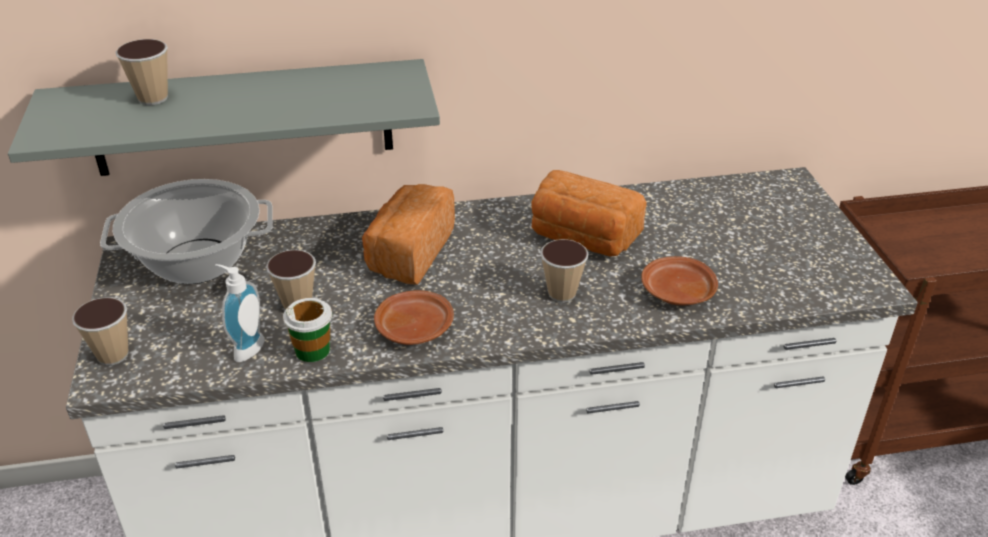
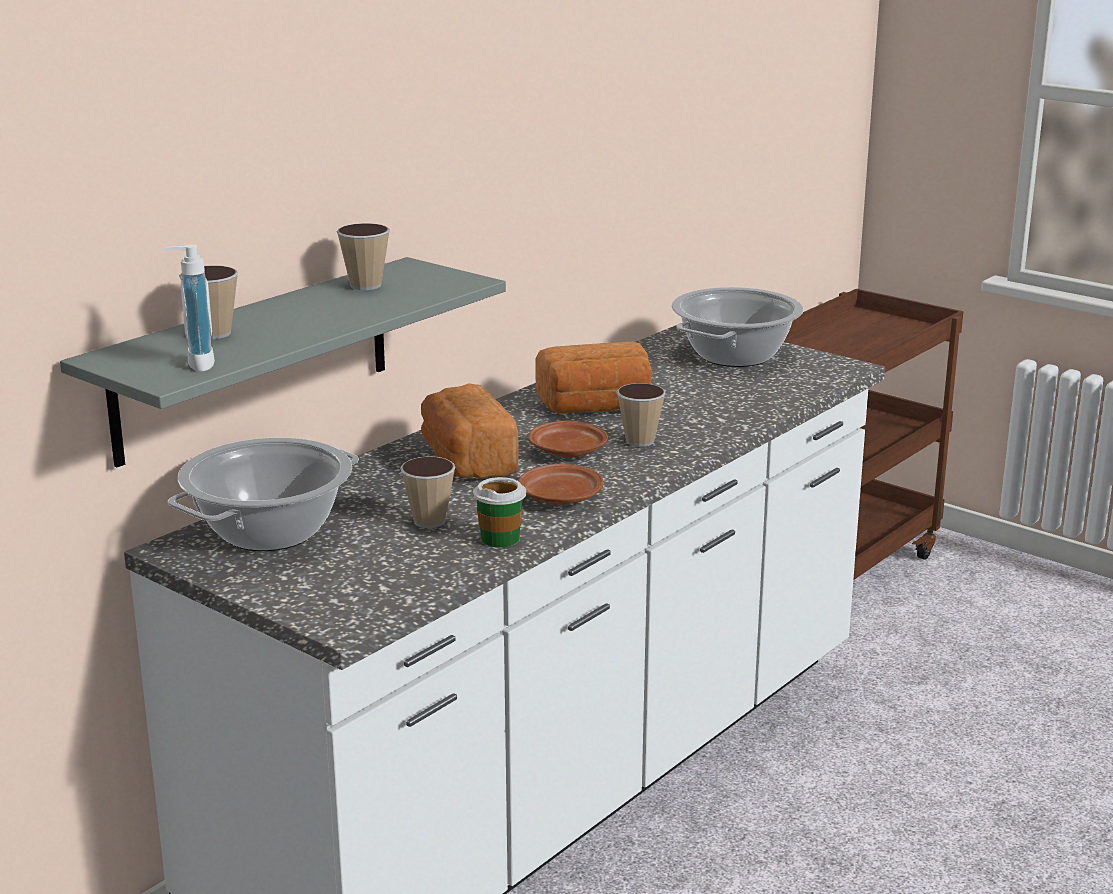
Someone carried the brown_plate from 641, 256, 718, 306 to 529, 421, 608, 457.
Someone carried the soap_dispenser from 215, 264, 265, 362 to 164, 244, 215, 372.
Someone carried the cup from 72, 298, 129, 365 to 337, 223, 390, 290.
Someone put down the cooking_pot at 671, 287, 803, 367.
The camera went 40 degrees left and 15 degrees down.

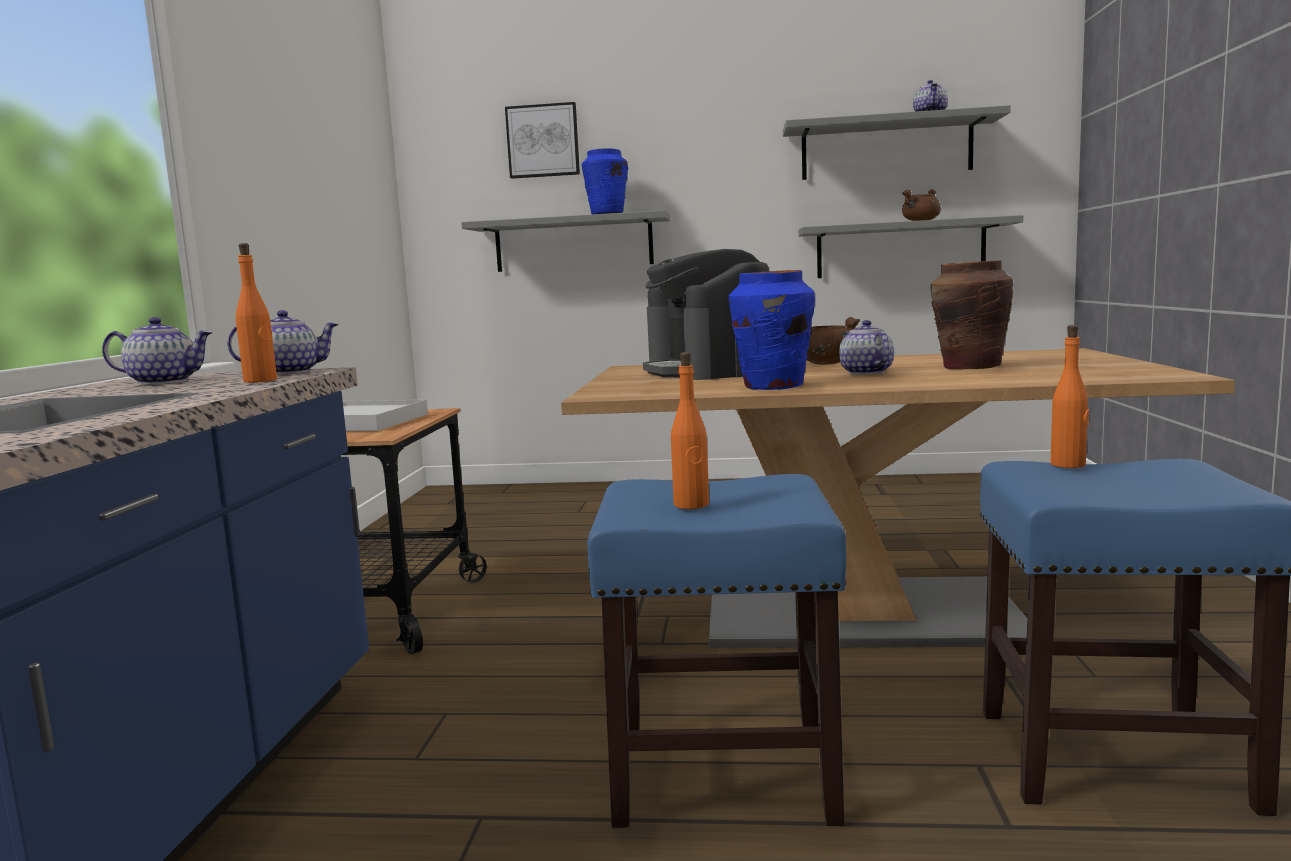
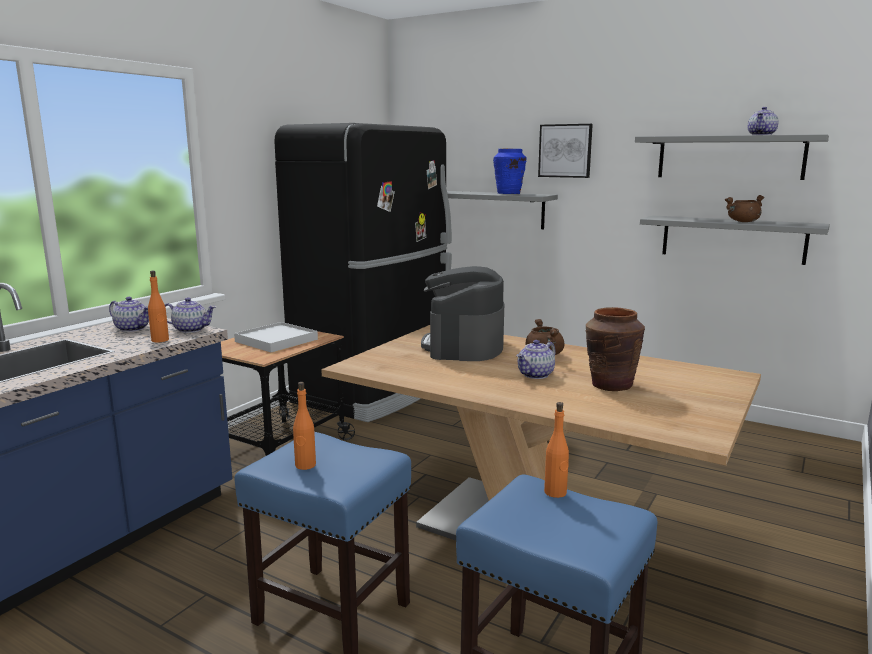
Someone carried the picture from 505, 102, 580, 179 to 538, 124, 593, 178.
Someone took away the blue_vase at 728, 270, 815, 390.
Someone rotated the teapot at 839, 320, 894, 375 by 150 degrees counterclockwise.
Someone put down the black_fridge at 274, 123, 452, 422.
The camera went 25 degrees right and 5 degrees up.

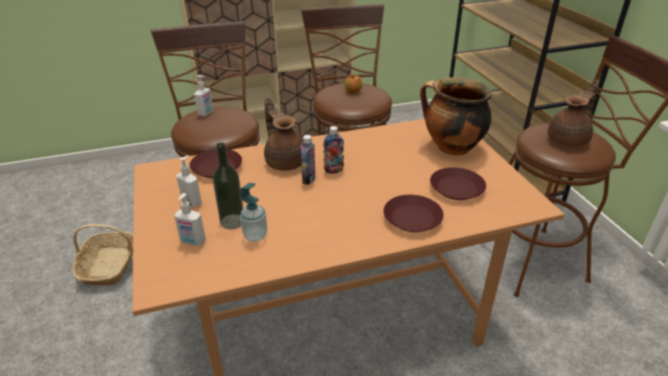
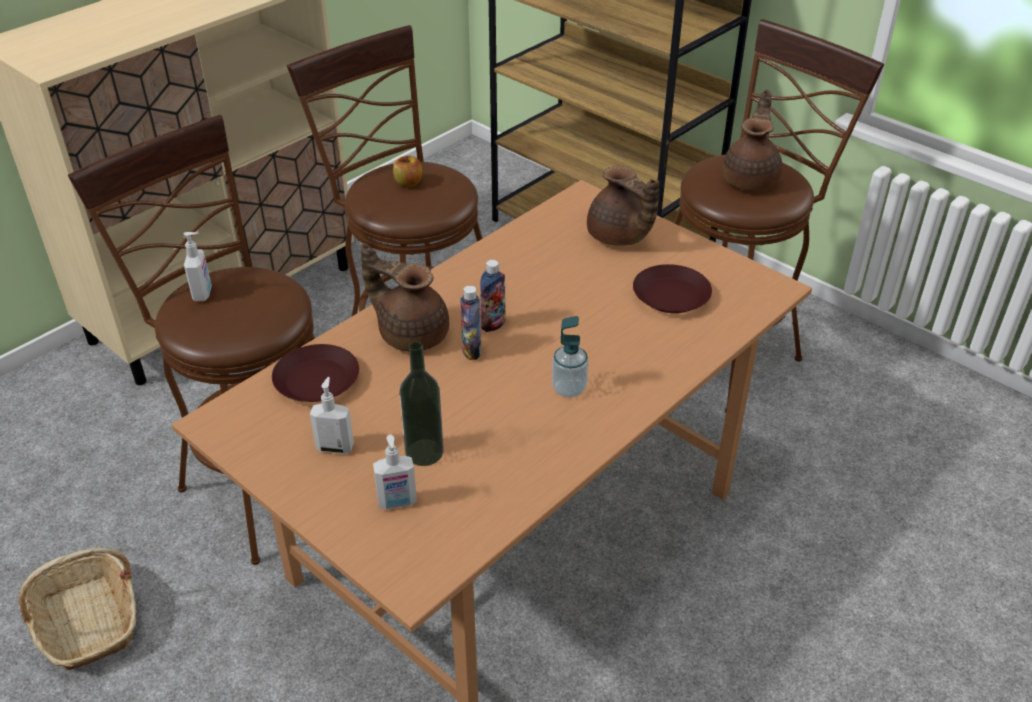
Someone swapped the cooking_pot at 420, 77, 492, 155 for the brown_teapot at 587, 166, 660, 246.
Someone carried the soap_dispenser from 240, 183, 268, 242 to 552, 316, 589, 398.
Someone took away the brown_plate at 383, 195, 444, 232.
The camera went 30 degrees left and 5 degrees up.

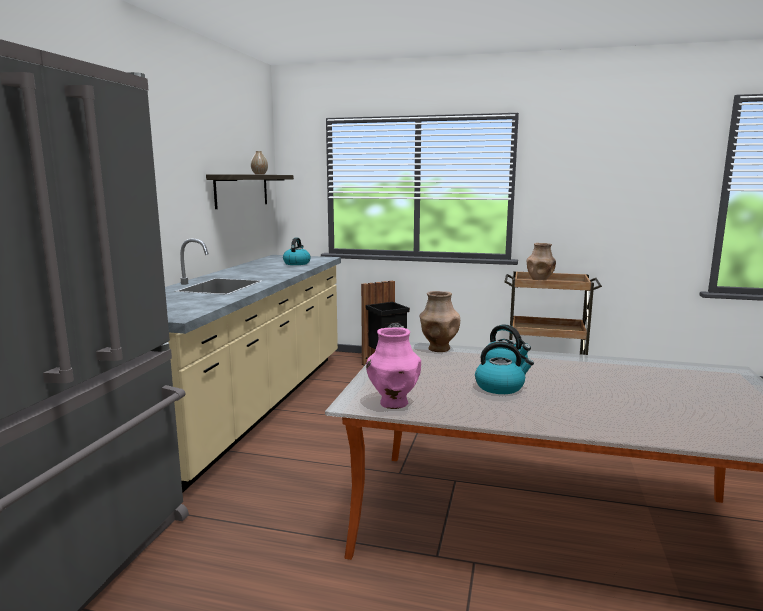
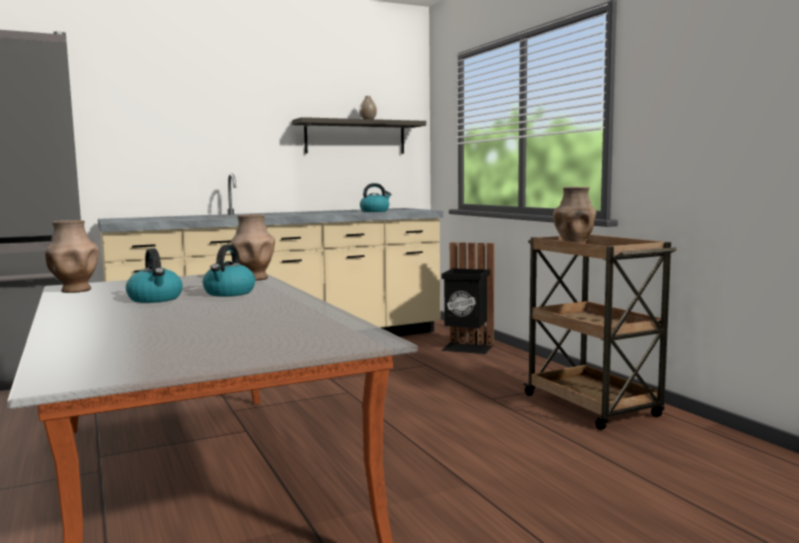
Someone repainted the pink_vase at 366, 327, 421, 409, which became the brown_vase at 45, 220, 99, 293.
The camera went 50 degrees right and 5 degrees down.

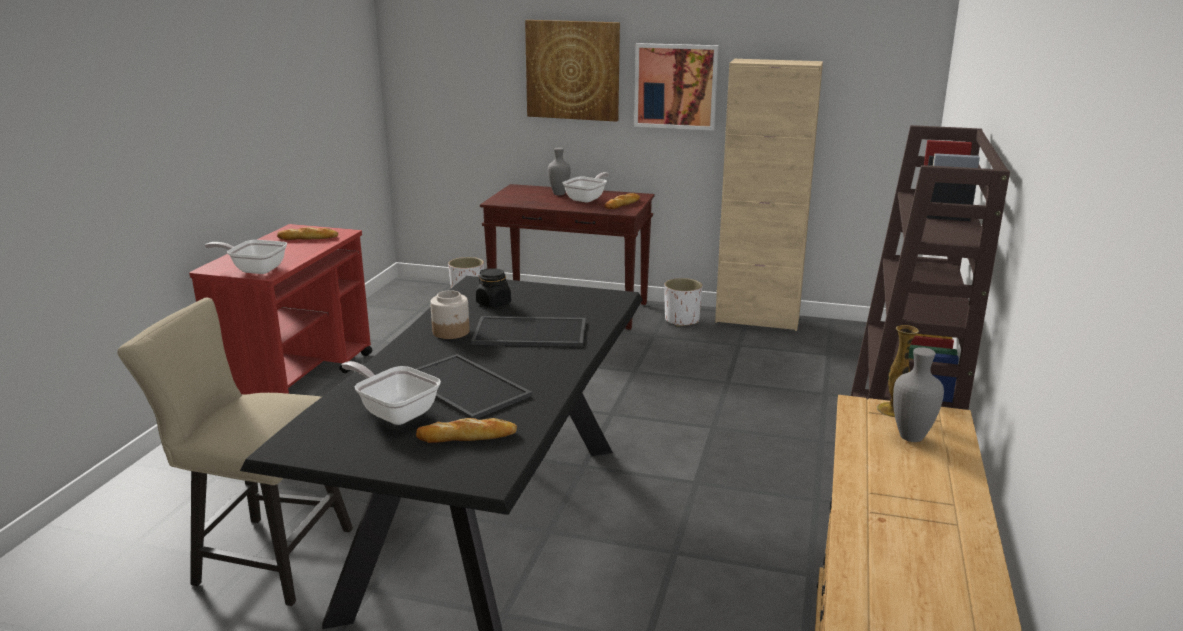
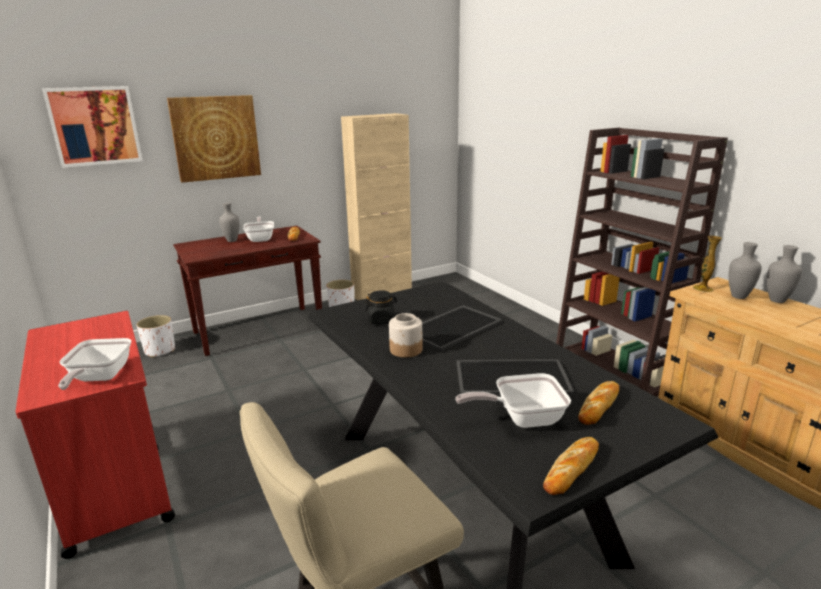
Someone carried the picture from 634, 43, 719, 131 to 42, 86, 143, 168.
Someone carried the bread from 277, 227, 338, 240 to 543, 437, 599, 495.
Someone rotated the frying_pan at 205, 240, 287, 274 by 60 degrees counterclockwise.
Someone put down the grey_vase at 767, 245, 802, 303.
The camera went 45 degrees left and 0 degrees up.

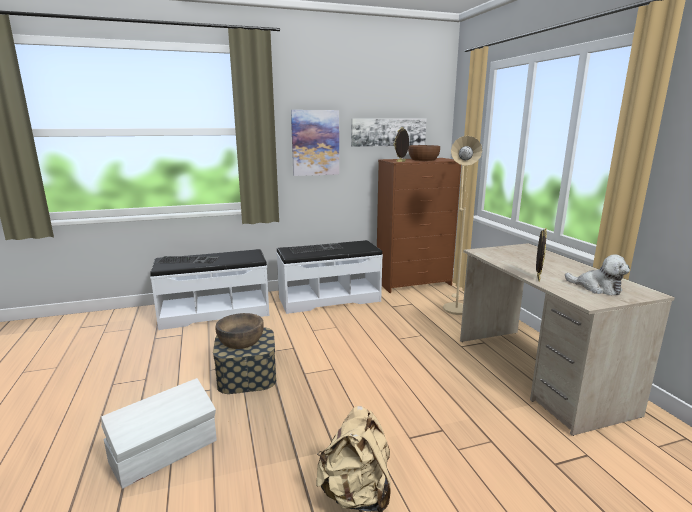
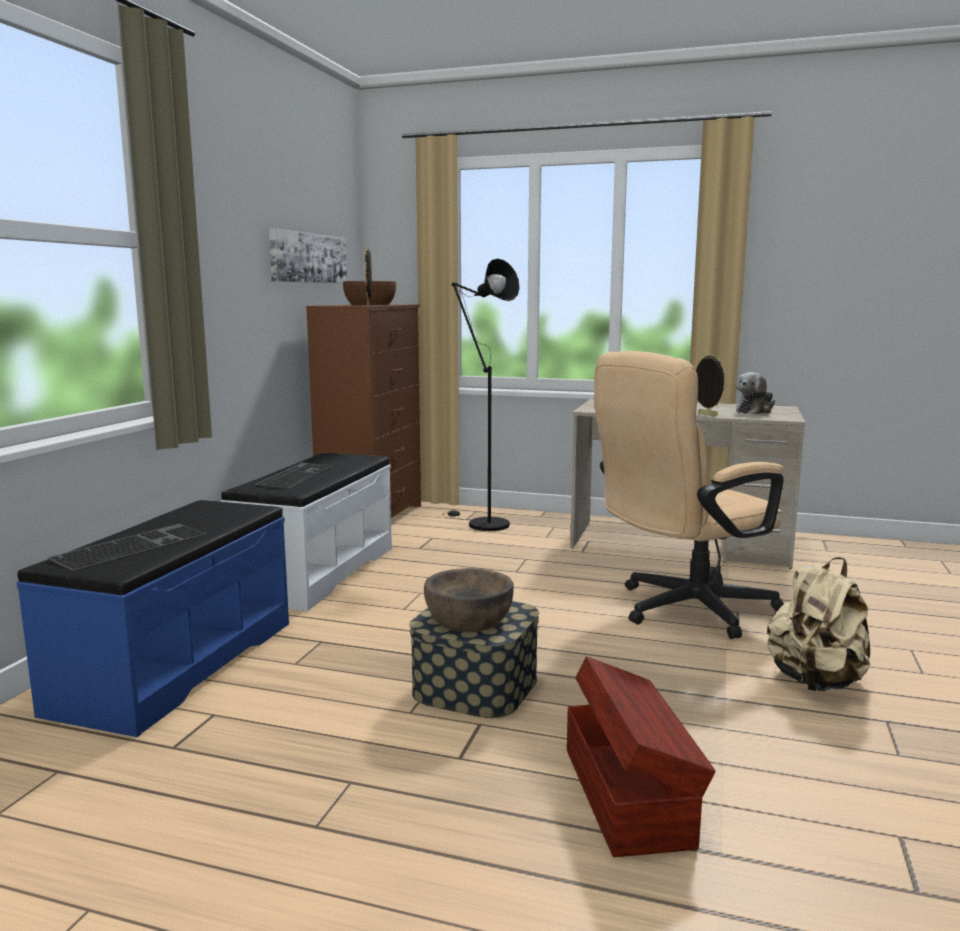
Someone took away the picture at 291, 110, 339, 176.
Someone repainted the beige_floor_lamp at 443, 136, 482, 315, which became the black_floor_lamp at 443, 259, 519, 531.
Someone repainted the white_bench at 150, 249, 269, 330, which became the blue_bench at 17, 500, 289, 737.
Someone rotated the plush_toy at 565, 254, 630, 295 by 150 degrees clockwise.
Someone repainted the white_storage_box at 101, 378, 217, 489, which became the brown_storage_box at 567, 656, 716, 857.
Someone put down the beige_office_chair at 594, 351, 784, 639.
The camera went 55 degrees left and 5 degrees down.

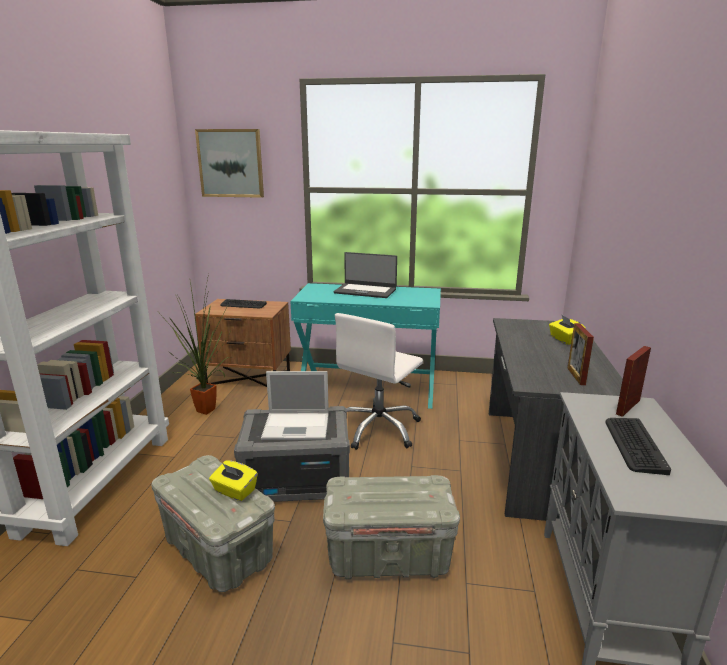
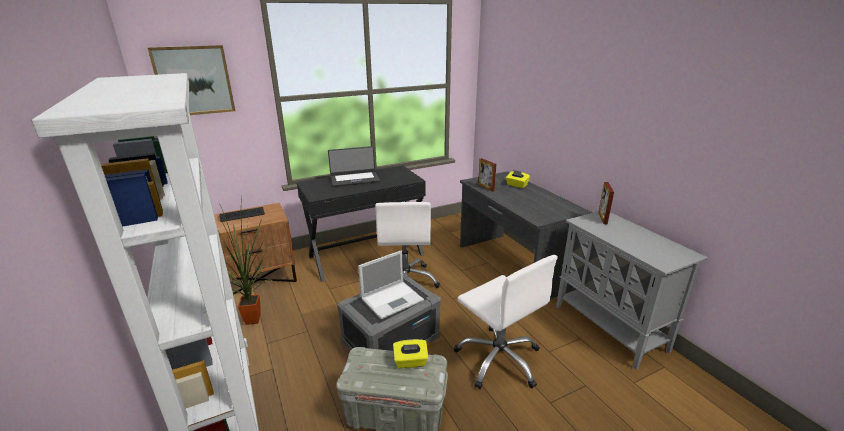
Someone repainted the turquoise_desk at 290, 283, 441, 409, which became the black_desk at 297, 165, 426, 282.
Someone carried the picture_frame from 567, 323, 594, 385 to 478, 158, 496, 192.
Someone took away the keyboard at 606, 418, 671, 475.
Someone swapped the grey_storage_box at 323, 475, 460, 580 for the white_office_chair at 454, 255, 558, 389.
The camera went 35 degrees left and 5 degrees up.

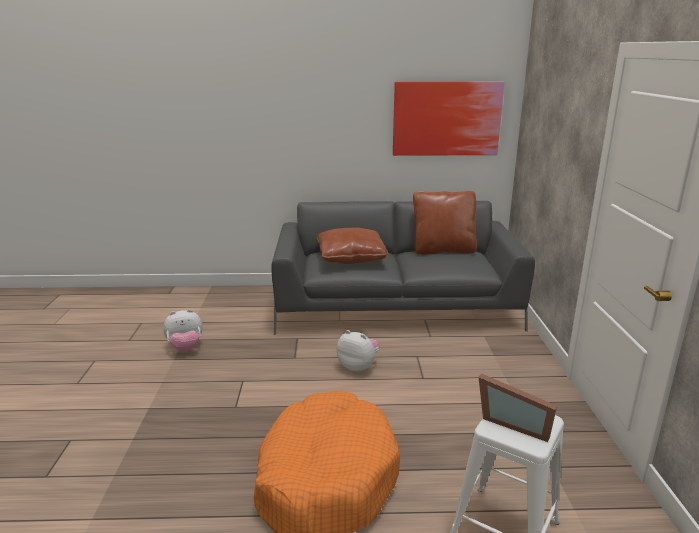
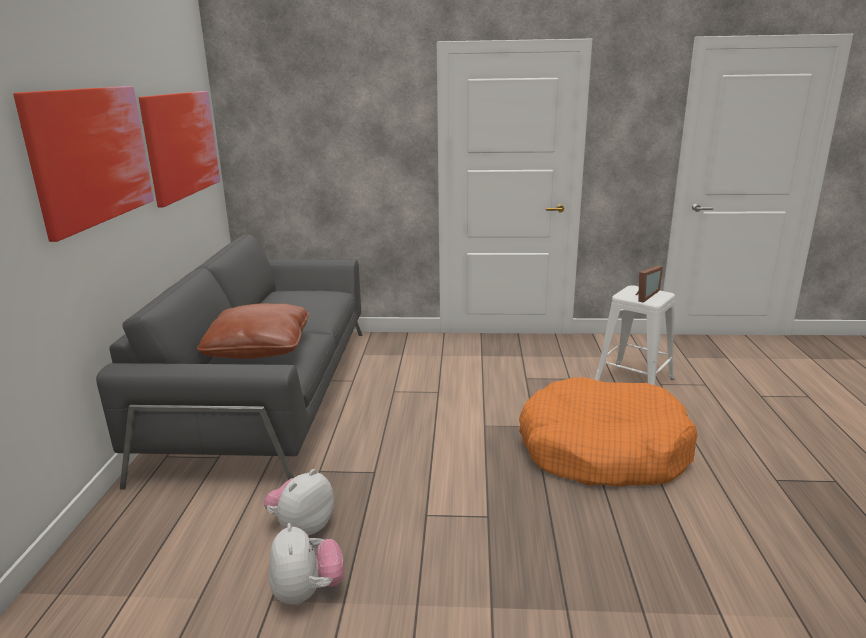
Someone took away the brown_pillow at 413, 191, 477, 255.
Someone carried the plush_toy from 336, 330, 379, 373 to 264, 469, 334, 536.
Someone put up the picture at 13, 86, 154, 242.
The camera went 85 degrees left and 0 degrees up.

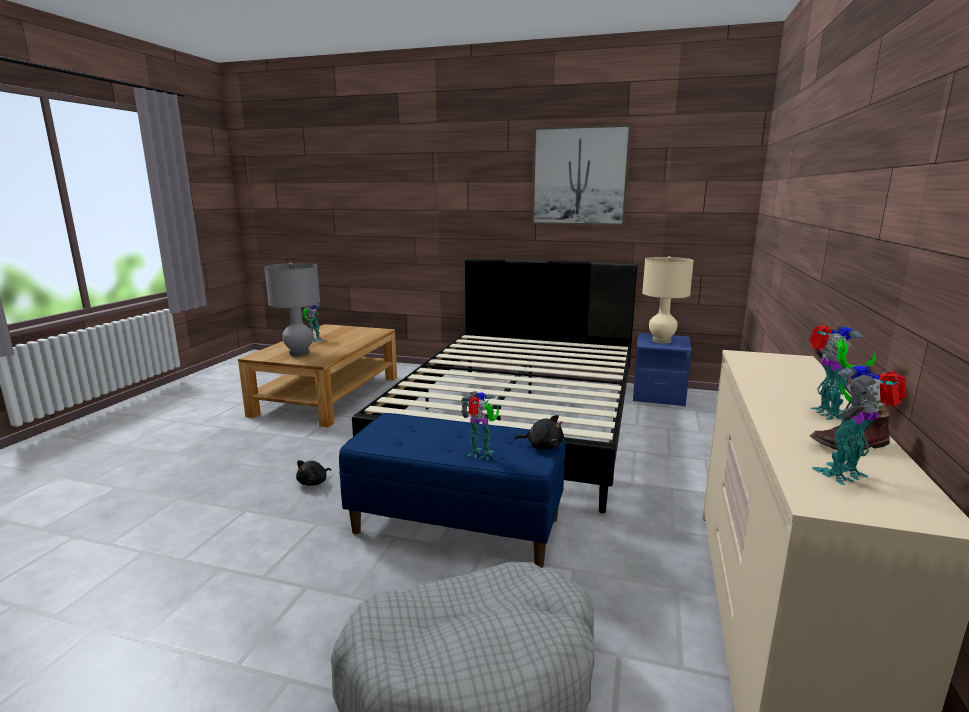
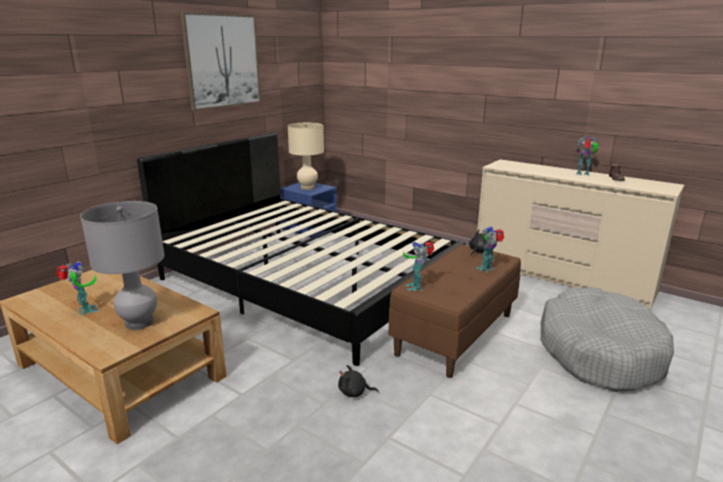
Someone carried the toy_robot from 812, 364, 907, 485 to 403, 241, 434, 291.
Someone repainted the blue_bench at 339, 413, 566, 568, which became the brown_bench at 389, 244, 521, 378.
Someone rotated the black_plush_toy at 296, 460, 331, 486 by 135 degrees clockwise.
The camera went 70 degrees left and 5 degrees up.

